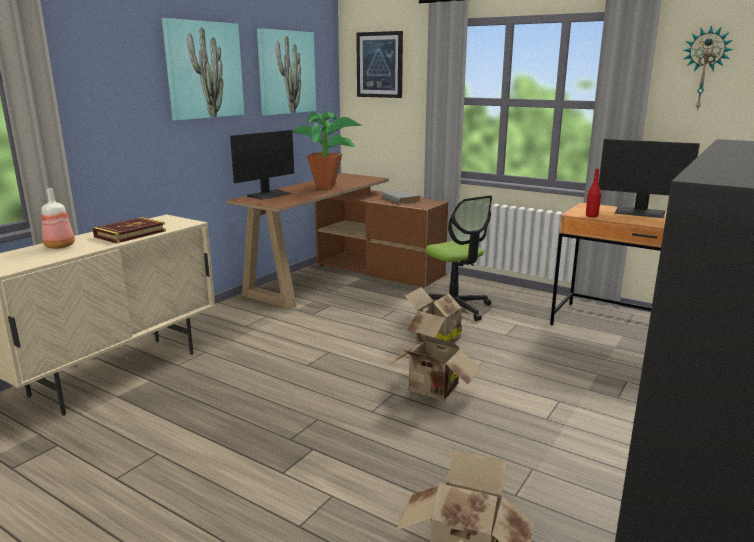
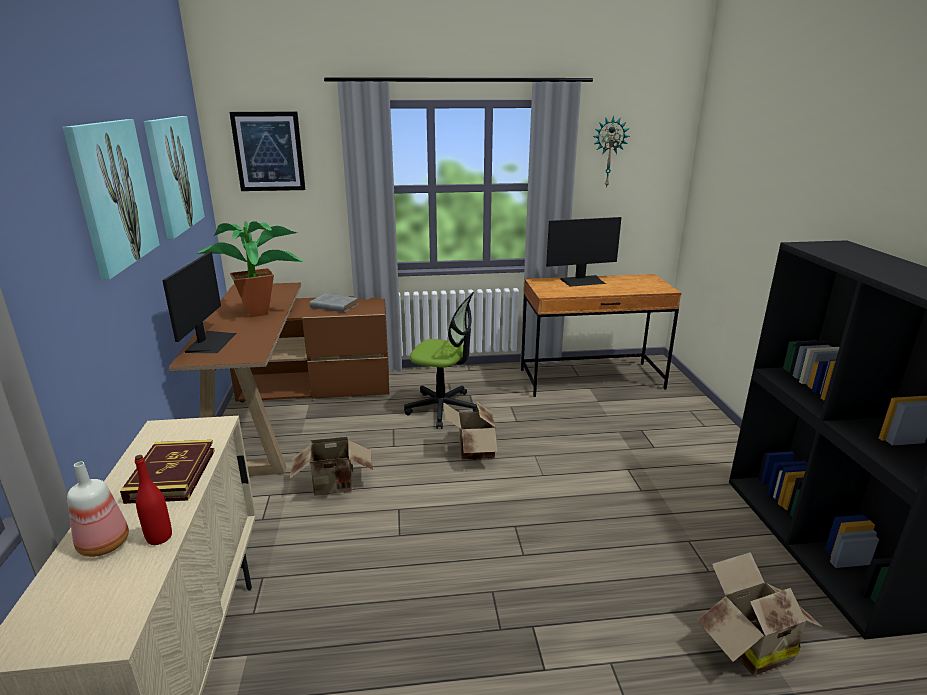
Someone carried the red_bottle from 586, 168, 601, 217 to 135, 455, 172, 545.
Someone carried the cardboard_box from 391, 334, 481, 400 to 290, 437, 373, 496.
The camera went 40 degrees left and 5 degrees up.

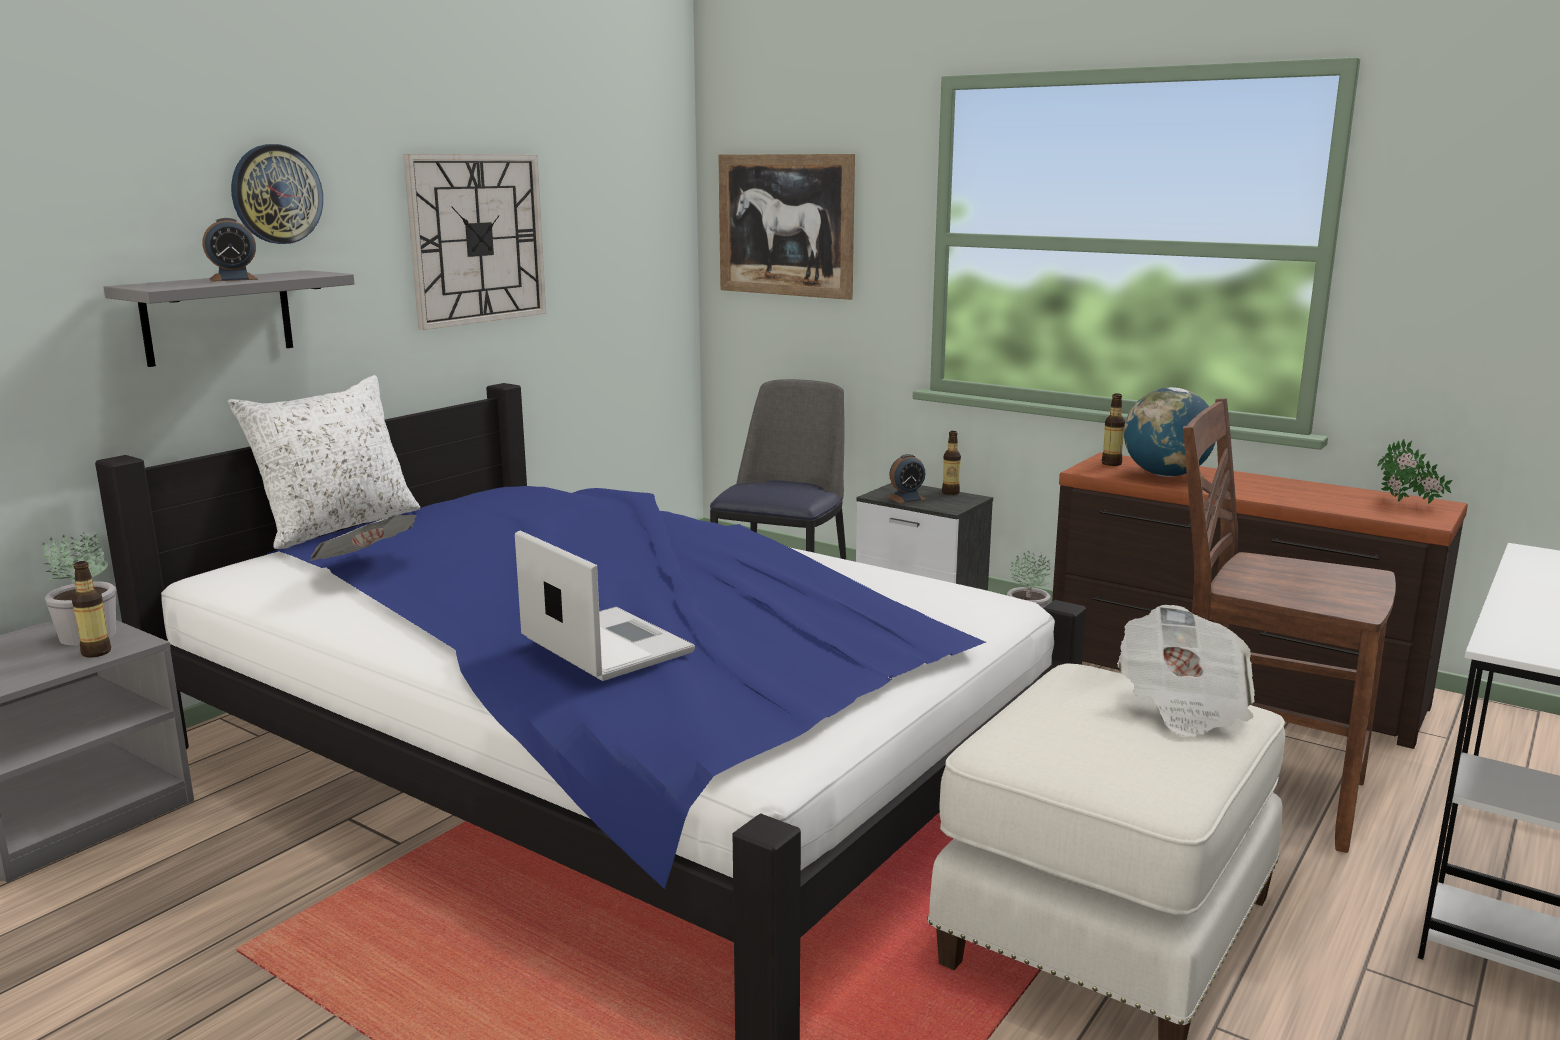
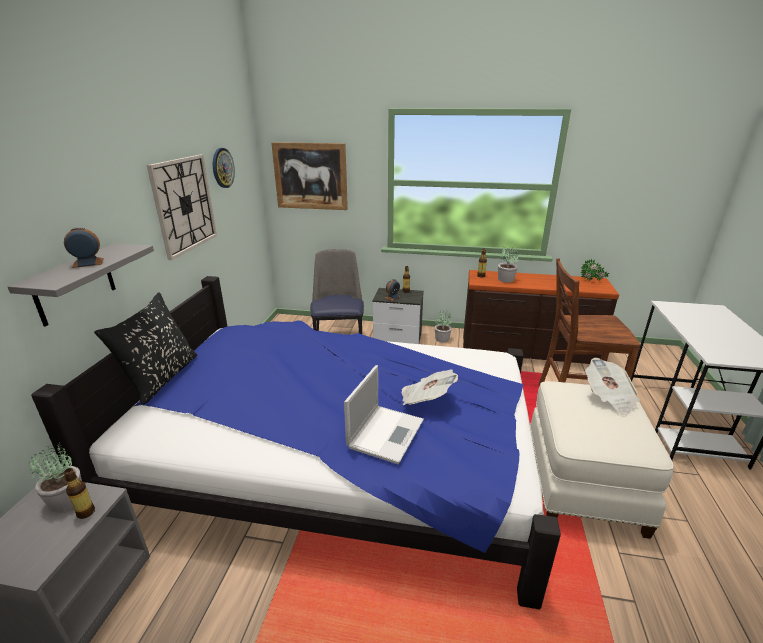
Someone carried the wall_clock from 231, 144, 323, 244 to 213, 148, 235, 188.
Someone rotated the alarm_clock at 203, 218, 258, 281 by 150 degrees counterclockwise.
Someone repainted the white_pillow at 227, 375, 420, 549, which became the black_pillow at 94, 292, 197, 405.
Someone swapped the globe at 1124, 387, 1215, 477 for the potted_plant at 498, 247, 518, 283.
Someone carried the newspaper from 309, 515, 416, 561 to 402, 369, 458, 405.
Someone rotated the laptop at 515, 531, 695, 681 by 90 degrees clockwise.
The camera went 25 degrees left and 10 degrees up.

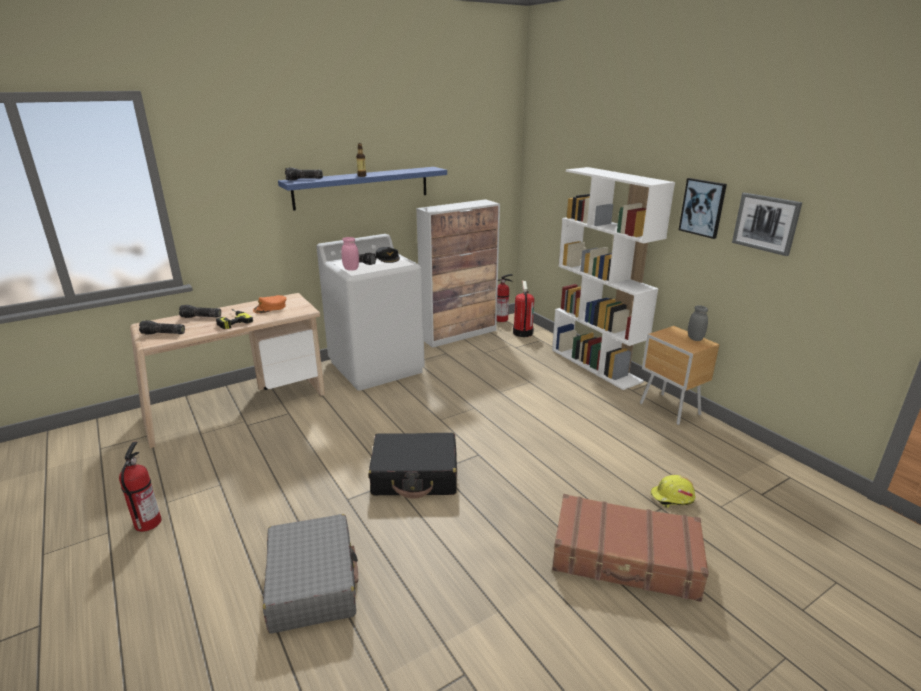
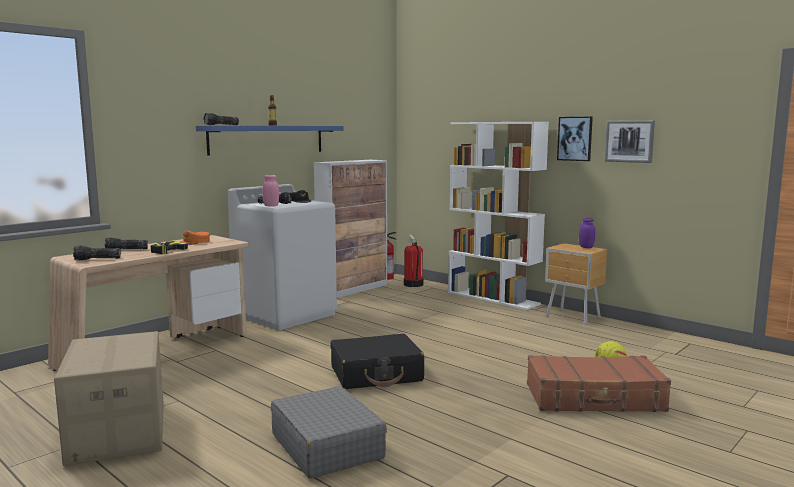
Someone repainted the grey_jar at 688, 305, 708, 341, which became the purple_jar at 579, 218, 595, 248.
Someone swapped the fire_extinguisher at 119, 442, 161, 532 for the cardboard_box at 54, 331, 164, 466.
The camera went 15 degrees left and 15 degrees down.

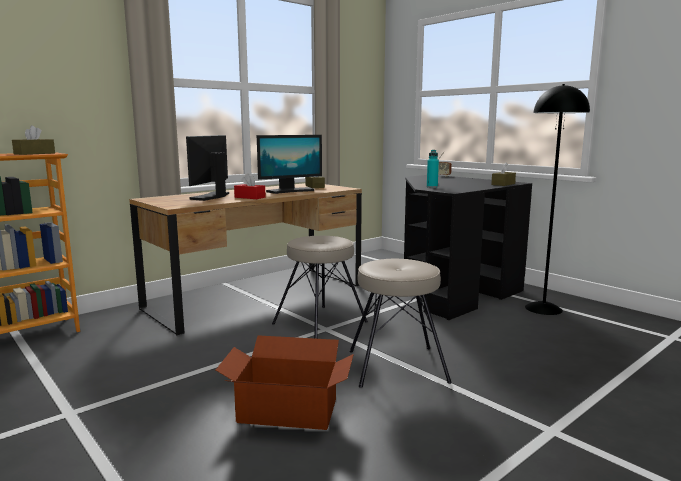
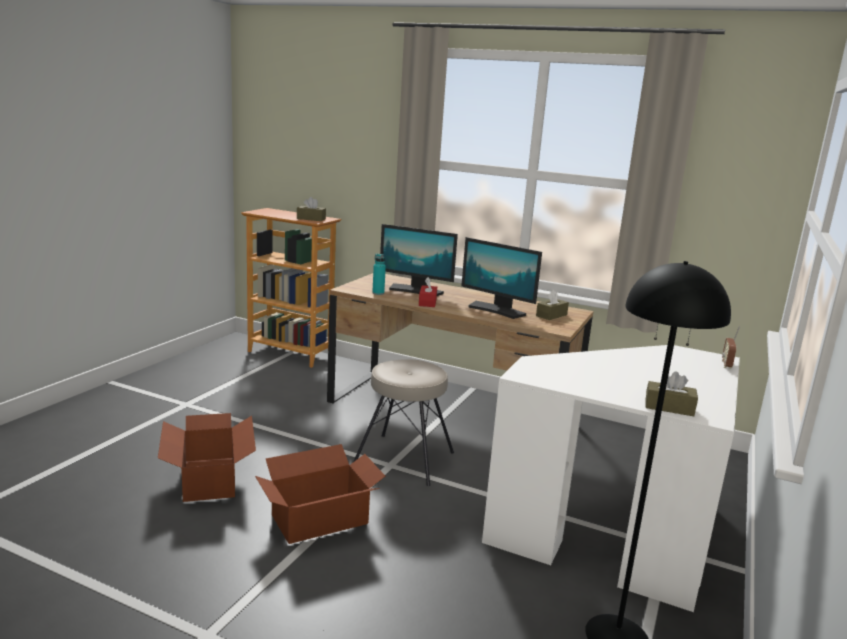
Someone rotated the monitor at 186, 135, 229, 201 by 150 degrees counterclockwise.
Someone carried the turquoise_bottle from 427, 150, 439, 188 to 372, 254, 386, 295.
Someone repainted the black_desk at 404, 175, 532, 320, which became the white_desk at 482, 345, 740, 612.
Someone swapped the beige_stool at 350, 259, 452, 388 for the cardboard_box at 255, 444, 385, 544.
The camera went 65 degrees right and 5 degrees up.

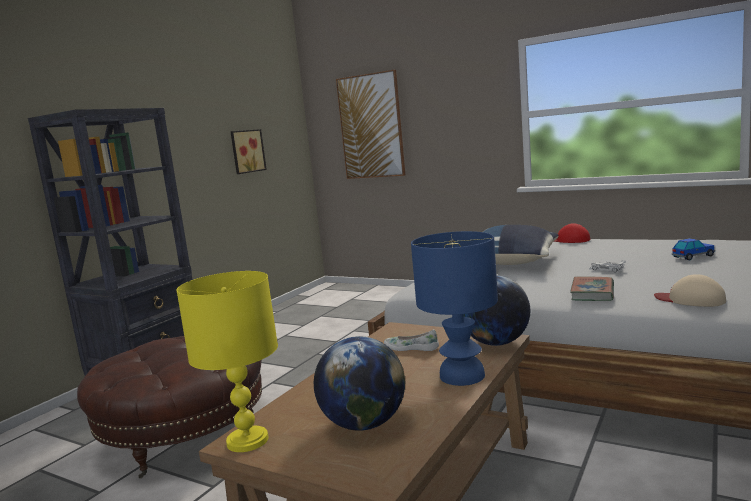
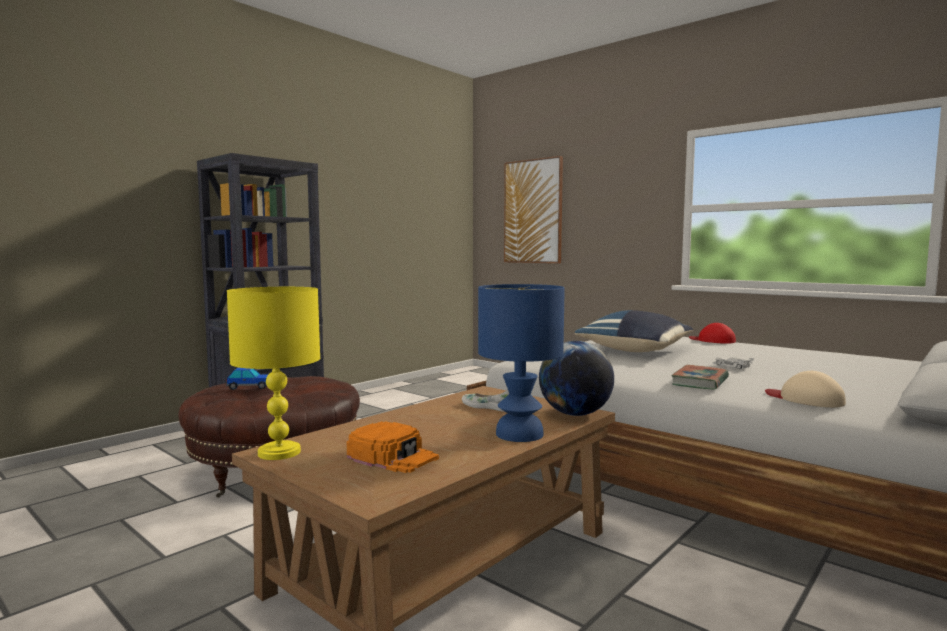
Someone took away the picture at 231, 129, 267, 174.
Someone carried the toy_car from 672, 238, 715, 260 to 226, 368, 269, 390.
Someone swapped the globe at 314, 336, 405, 431 for the orange_cap at 347, 421, 439, 473.
The camera went 10 degrees right and 5 degrees down.

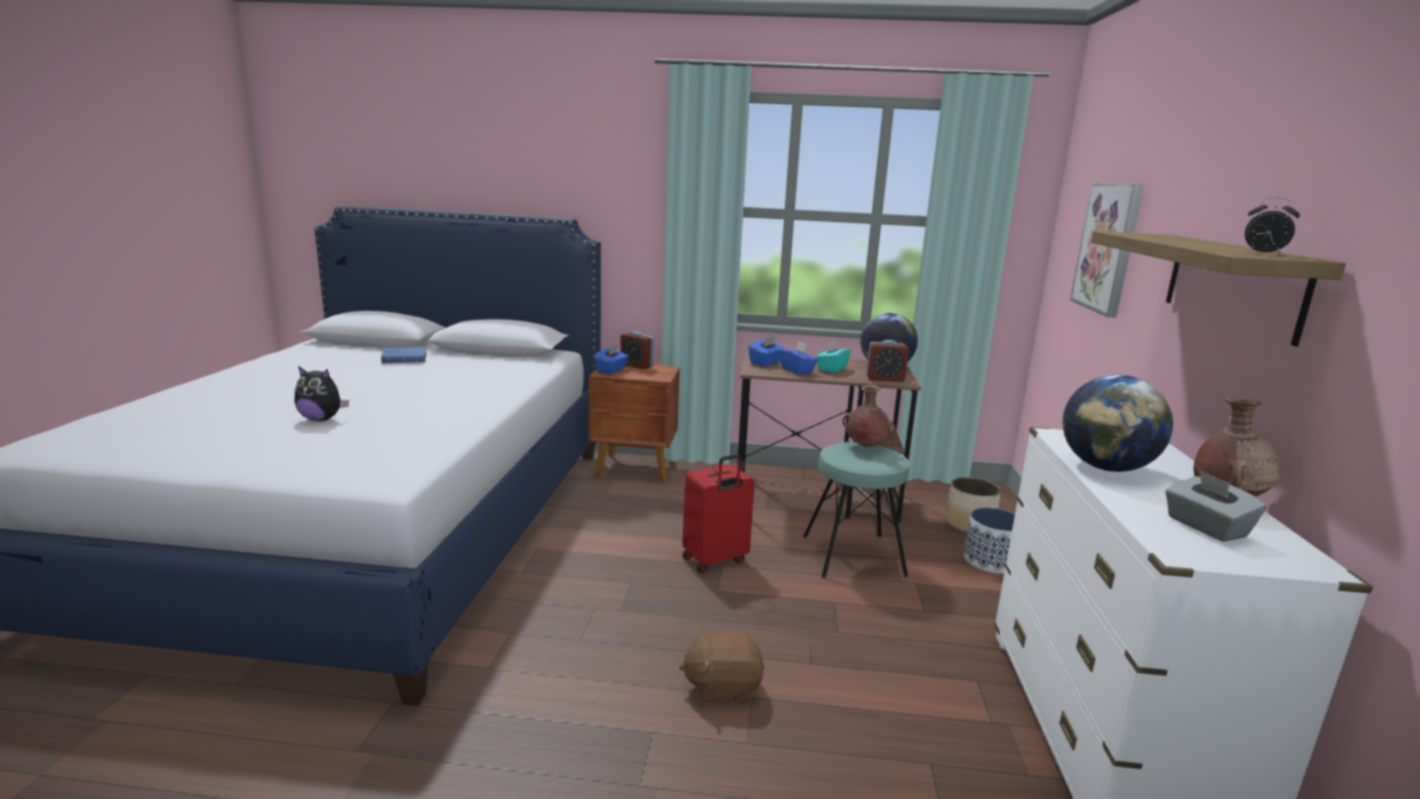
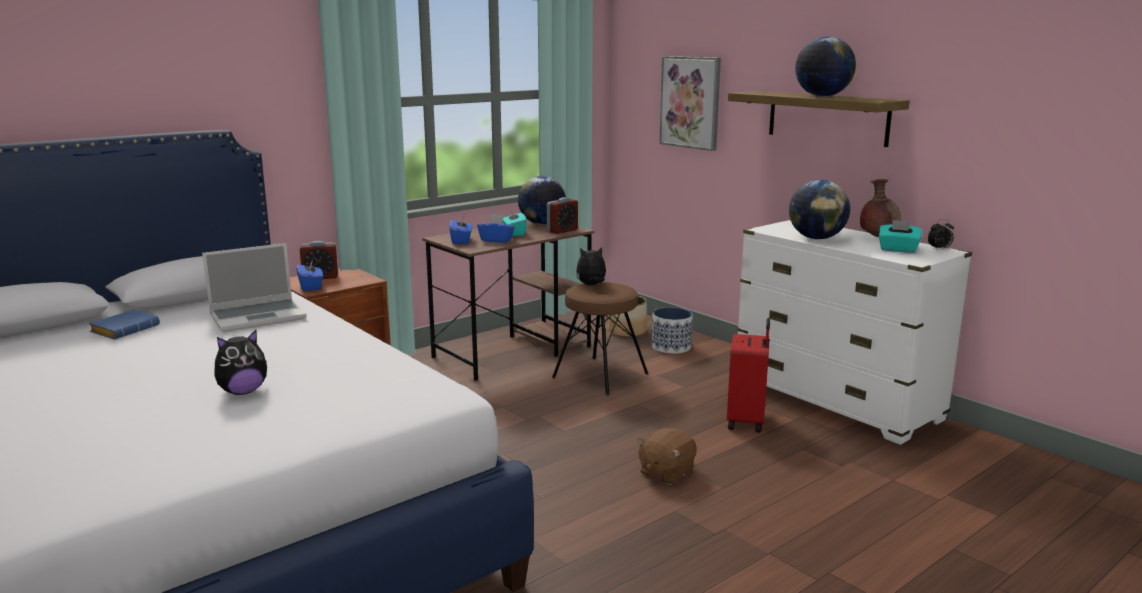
Someone carried the alarm_clock from 1245, 197, 1300, 256 to 928, 219, 954, 250.
Someone swapped the brown_vase at 842, 385, 896, 447 for the plush_toy at 576, 247, 606, 285.
Someone repainted the turquoise_stool at 803, 442, 910, 578, which became the brown_stool at 552, 282, 648, 395.
Someone carried the red_suitcase from 682, 454, 755, 573 to 727, 318, 770, 433.
Someone repainted the grey_tissue_box at 1165, 470, 1266, 542, which became the turquoise_tissue_box at 879, 220, 922, 253.
Someone put down the globe at 795, 36, 856, 97.
Someone put down the laptop at 202, 243, 307, 332.
The camera went 45 degrees left and 0 degrees up.

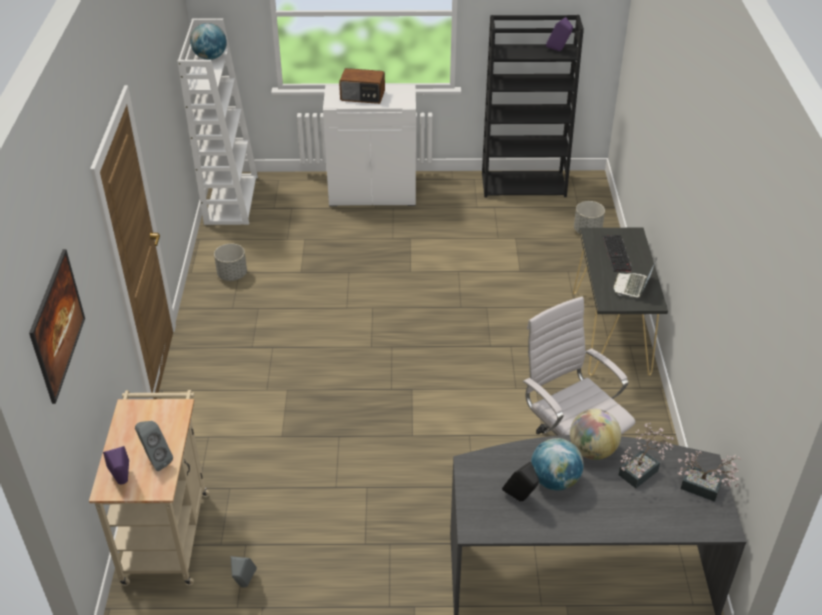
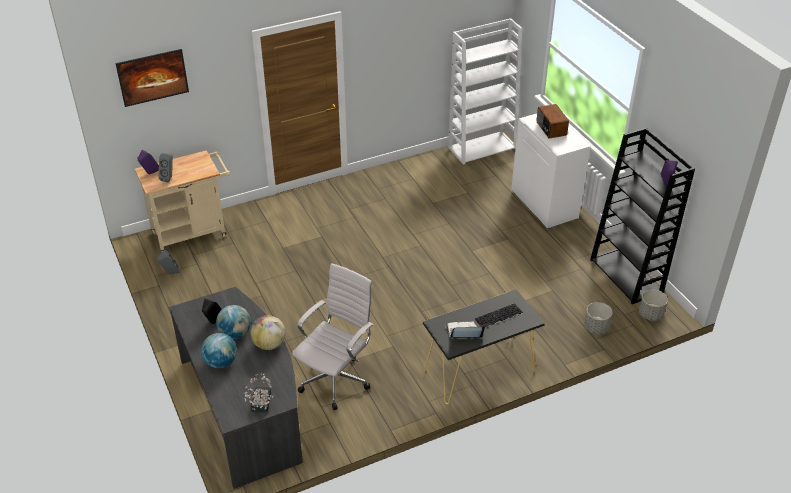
Someone carried the globe from 190, 23, 227, 60 to 201, 333, 237, 368.
Someone carried the grey_planter from 214, 244, 247, 281 to 639, 289, 668, 321.
Someone took away the potted_plant at 619, 423, 674, 488.
The camera went 65 degrees right and 0 degrees up.

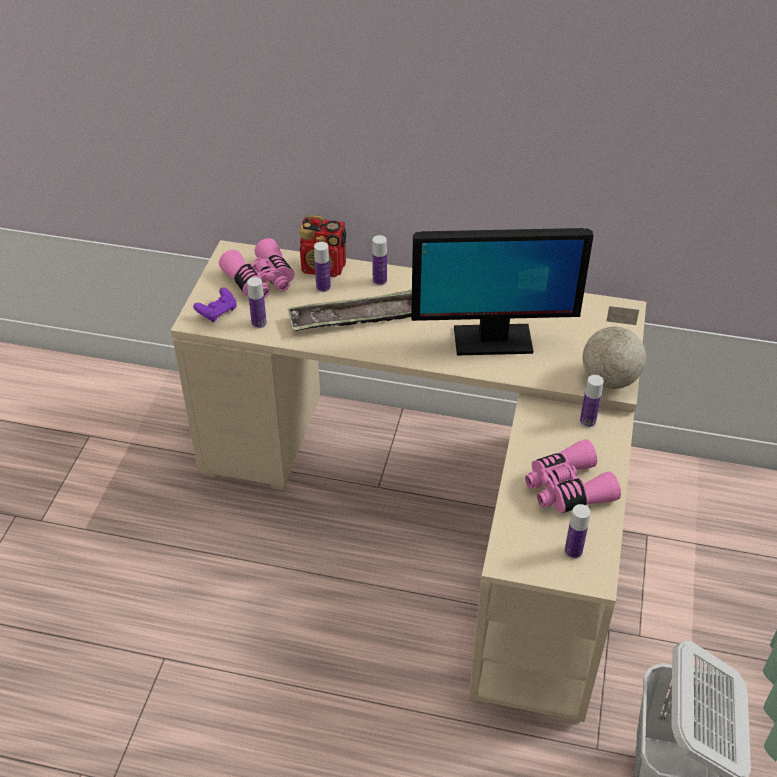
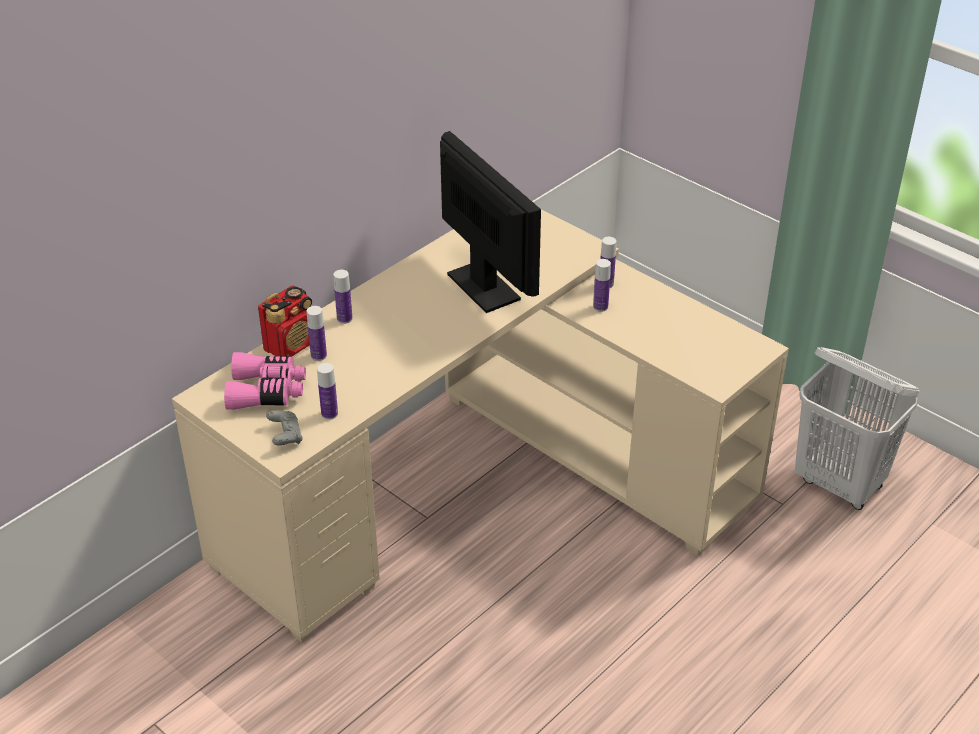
Someone rotated the monitor at 411, 228, 594, 355 by 60 degrees counterclockwise.
Someone repainted the purple_game_controller at 193, 287, 237, 322, which became the grey_game_controller at 266, 410, 303, 445.
Someone took away the tray at 287, 290, 412, 331.
Someone took away the globe at 583, 306, 646, 389.
Someone took away the pink_binoculars at 525, 439, 621, 513.
Someone carried the bottle from 564, 504, 591, 559 to 593, 259, 611, 312.
The camera went 60 degrees left and 5 degrees down.

